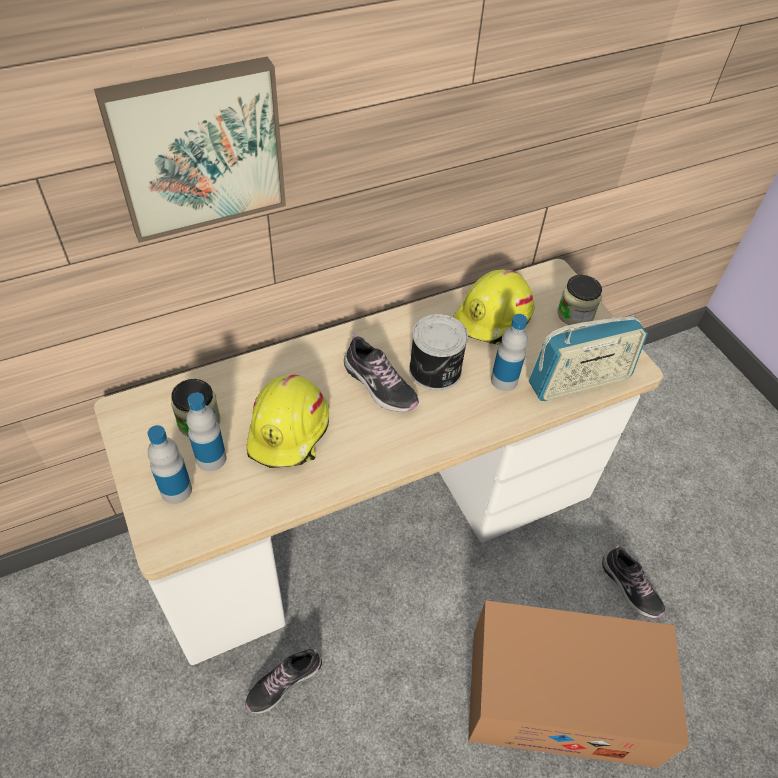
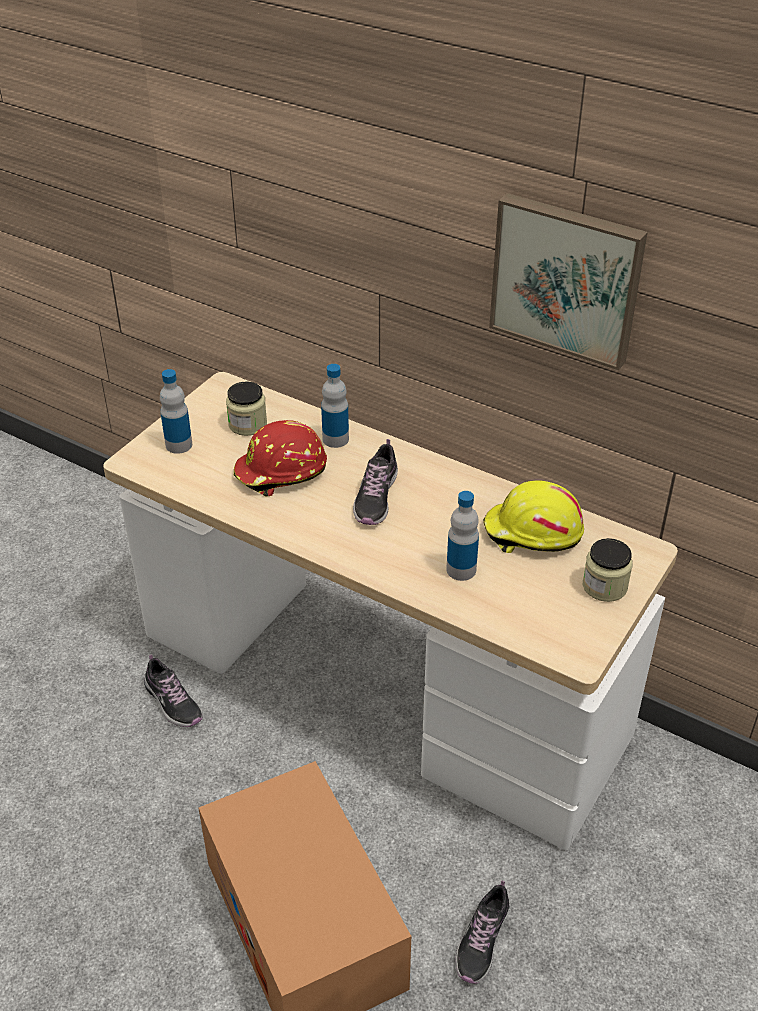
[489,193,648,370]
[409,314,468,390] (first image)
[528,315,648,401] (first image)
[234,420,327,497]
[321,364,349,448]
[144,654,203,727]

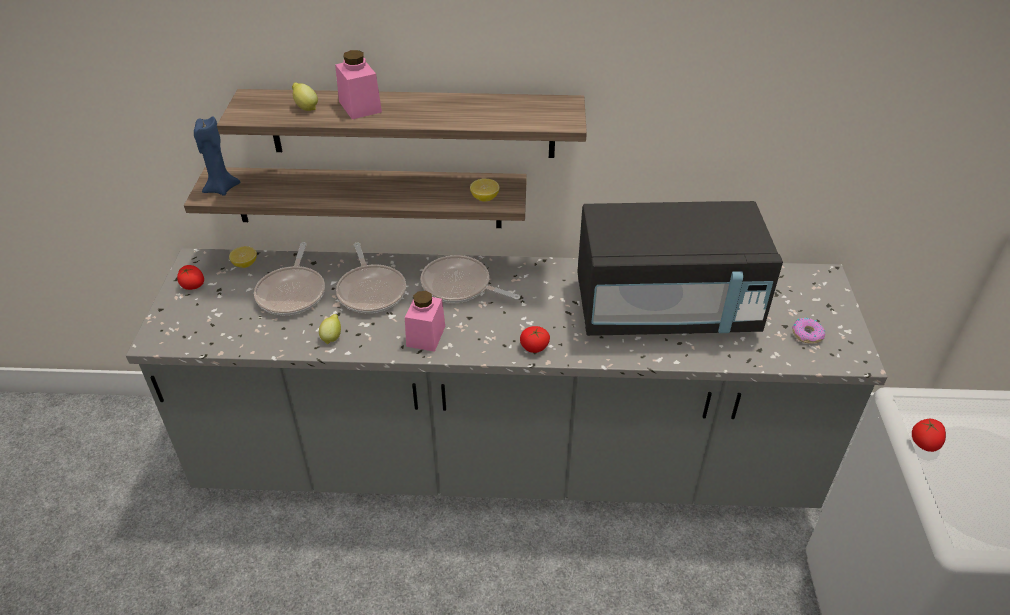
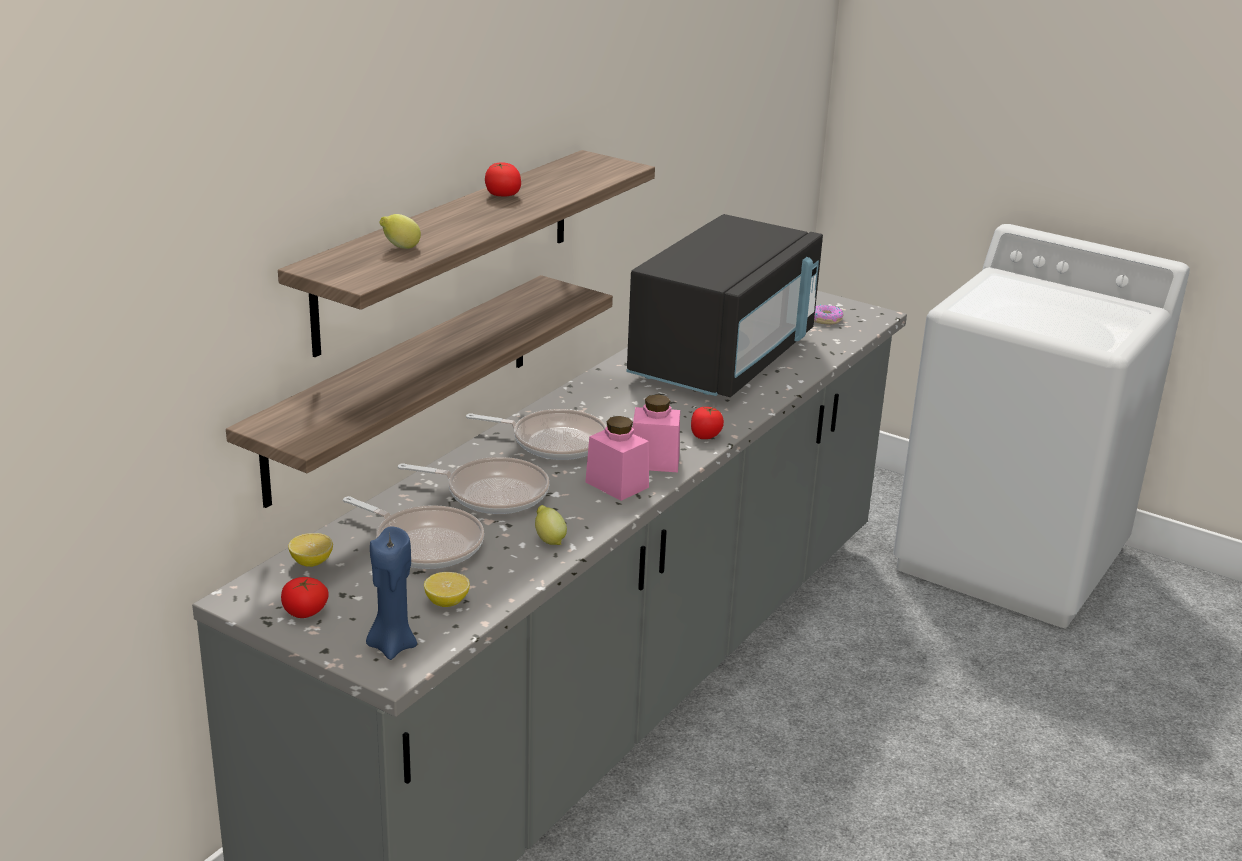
[633,394,680,472]
[366,527,417,660]
[424,572,470,607]
[466,409,607,460]
[485,162,521,196]

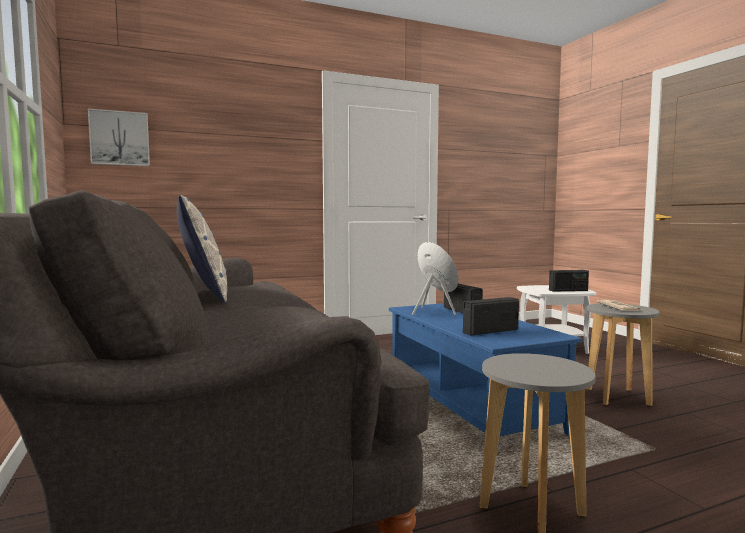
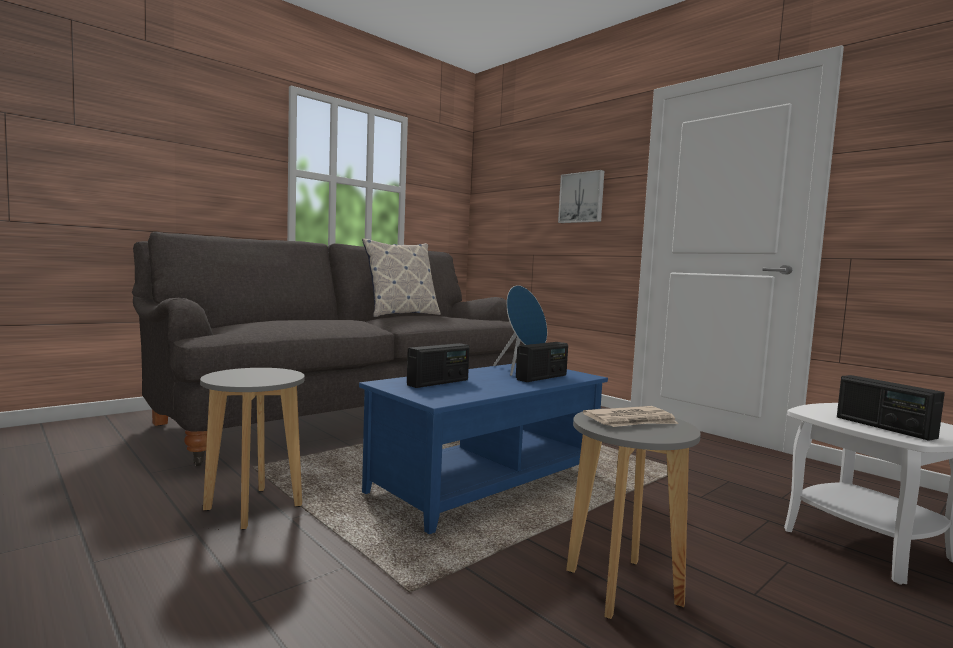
[558,170,604,223]
[407,343,469,388]

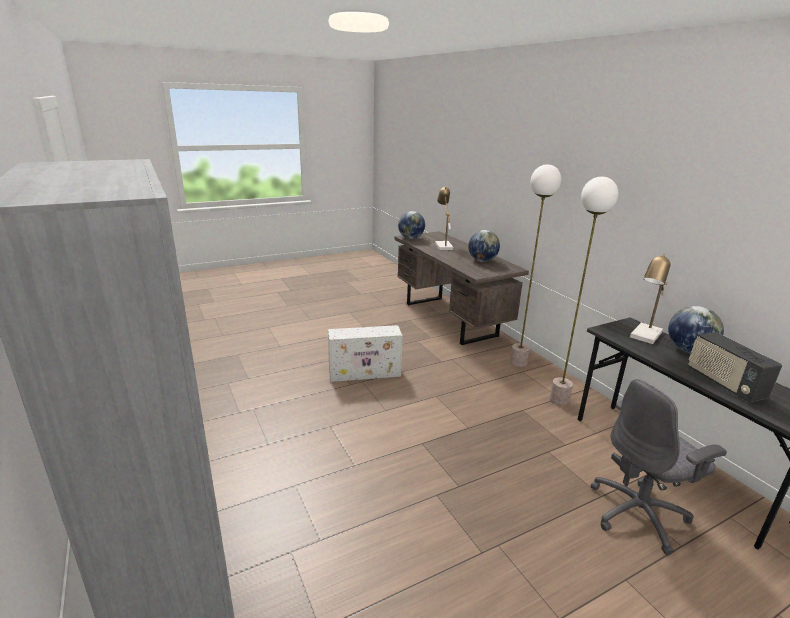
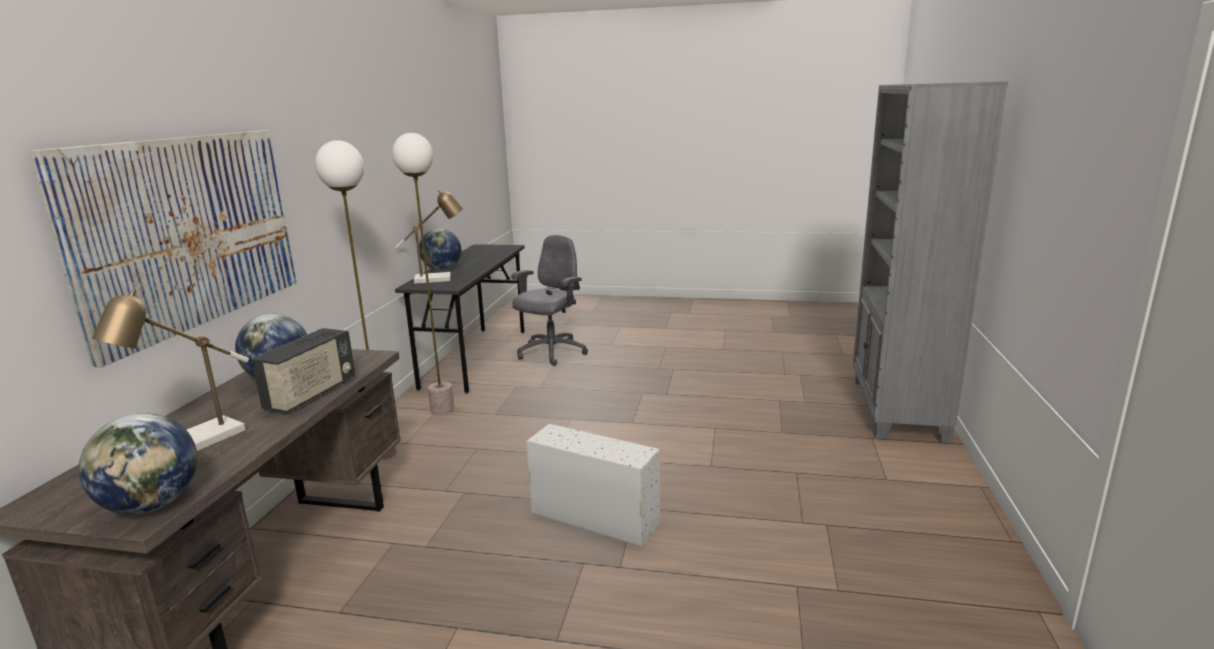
[251,328,355,413]
[511,235,588,366]
[29,130,297,368]

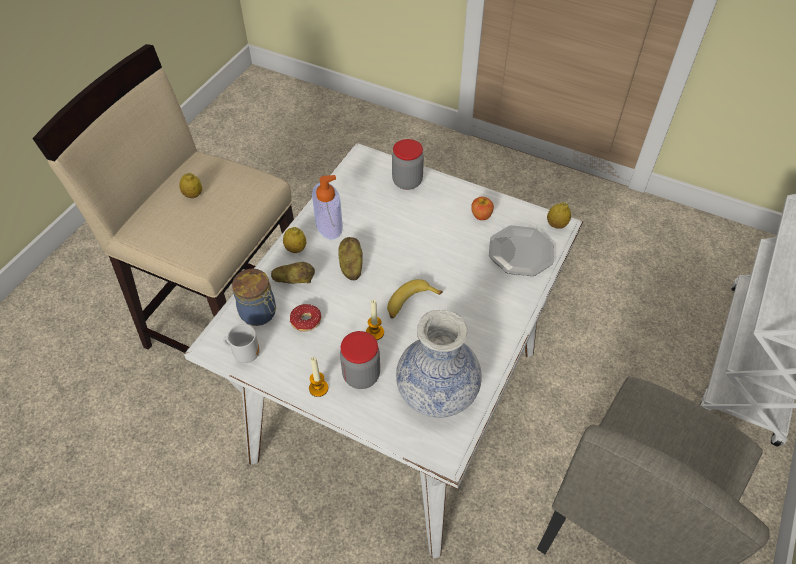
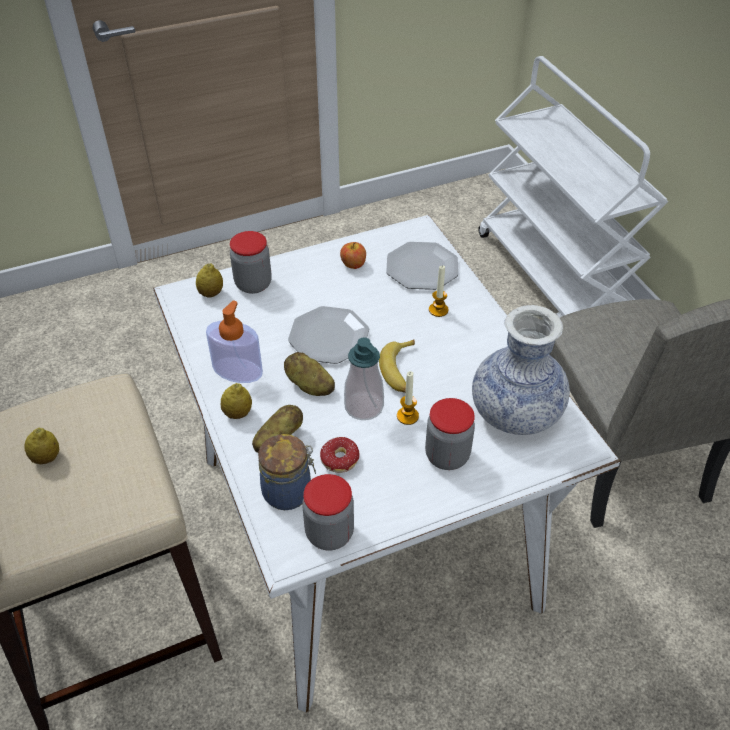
[196,263,223,298]
[302,474,354,551]
[429,265,449,317]
[288,306,369,364]
[344,337,384,420]

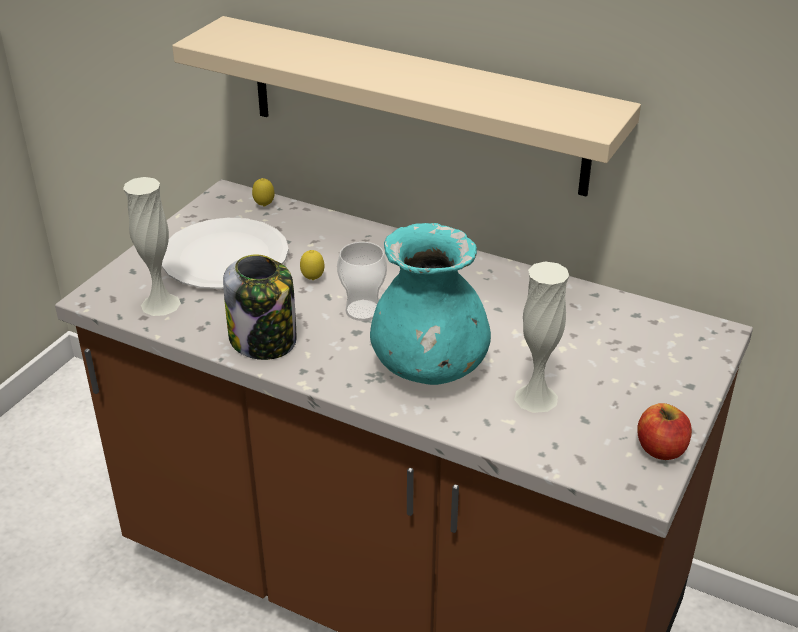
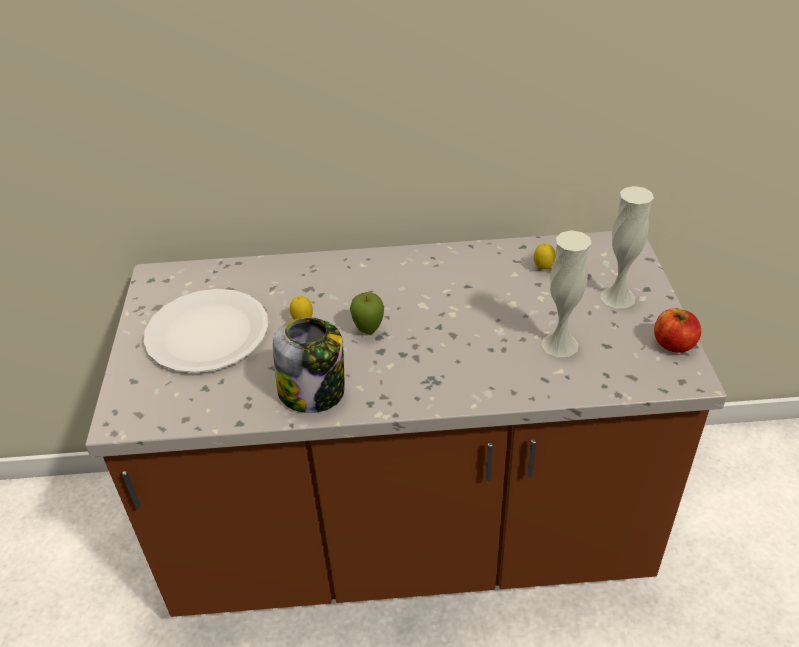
[172,16,641,197] (first image)
[601,186,654,308]
[534,243,555,269]
[370,223,491,385] (first image)
[350,292,384,335]

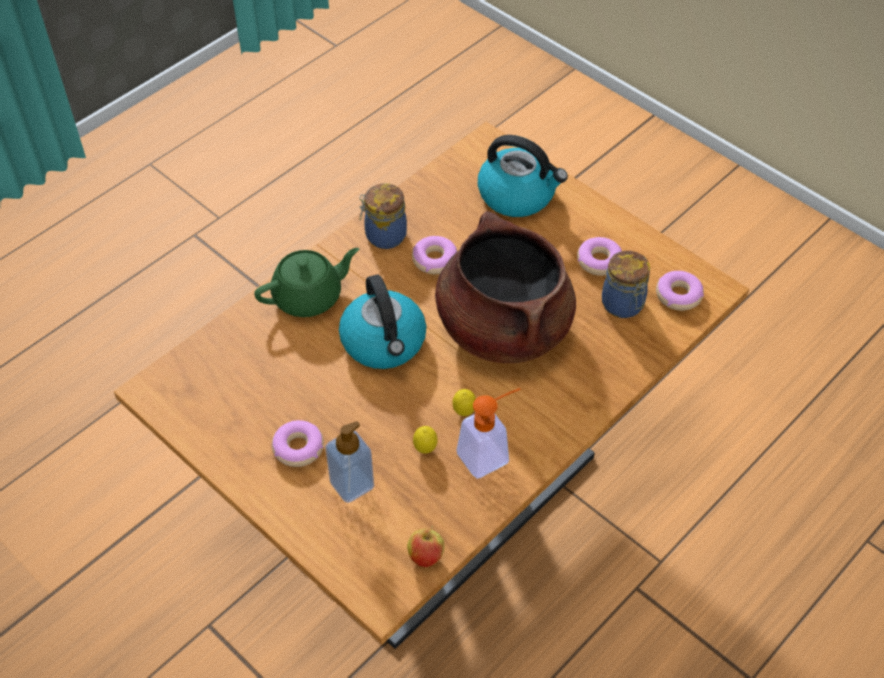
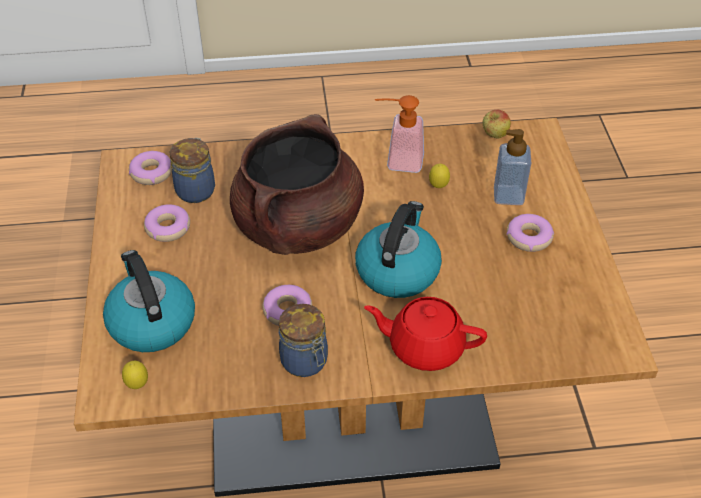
[364,297,487,371]
[122,361,148,389]

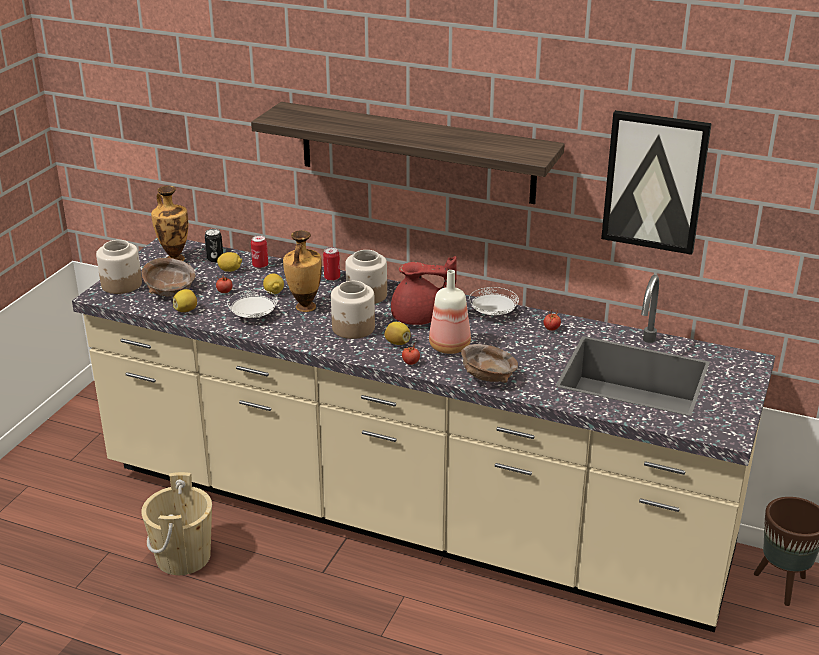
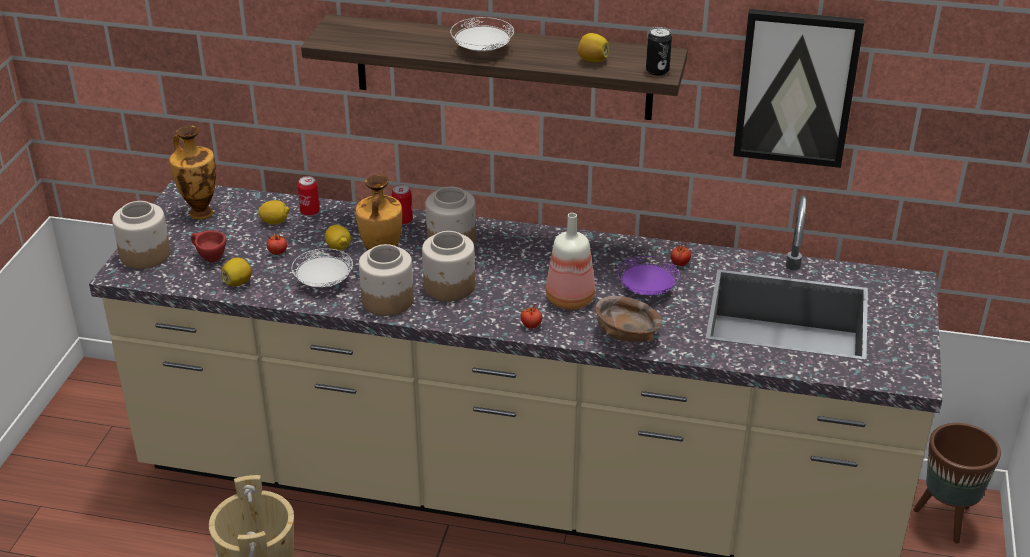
[646,27,672,76]
[391,256,457,325] (first image)
[191,231,226,262]
[450,17,514,52]
[578,33,609,62]
[359,244,414,316]
[618,256,679,295]

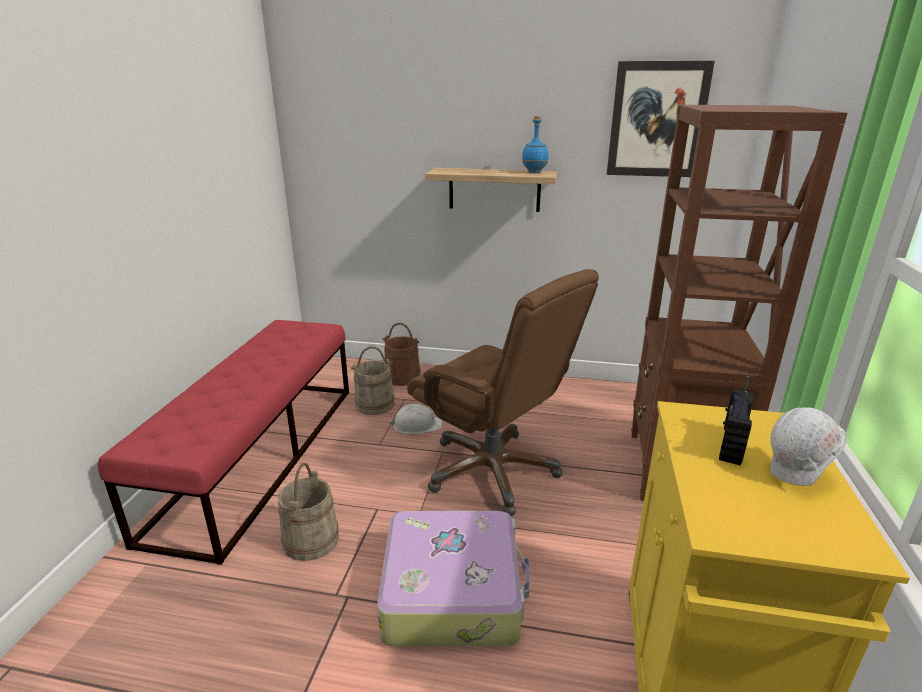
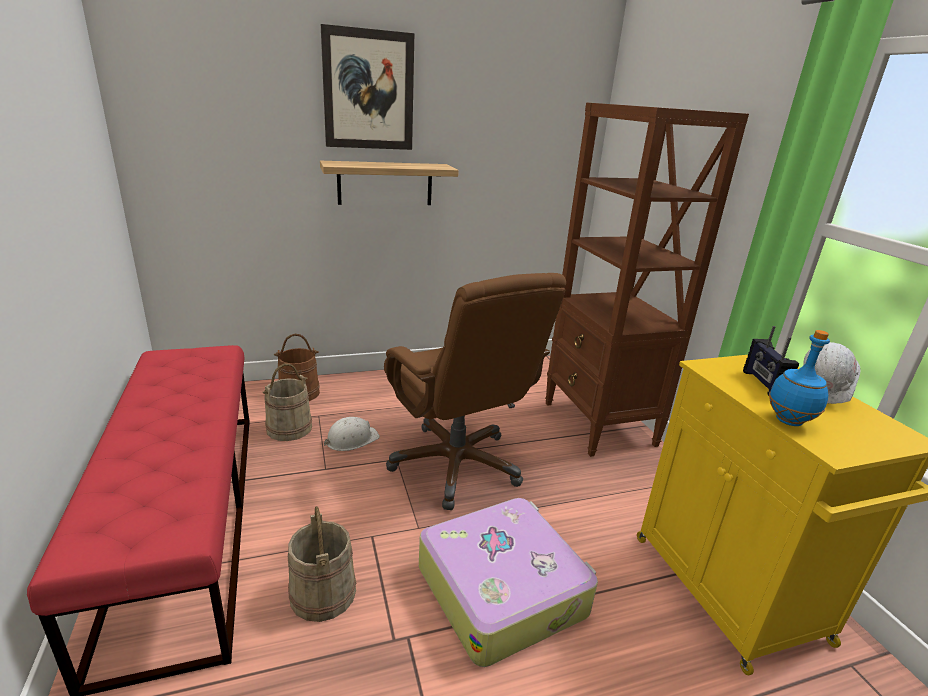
[321,24,414,150]
[769,330,830,426]
[384,273,566,510]

